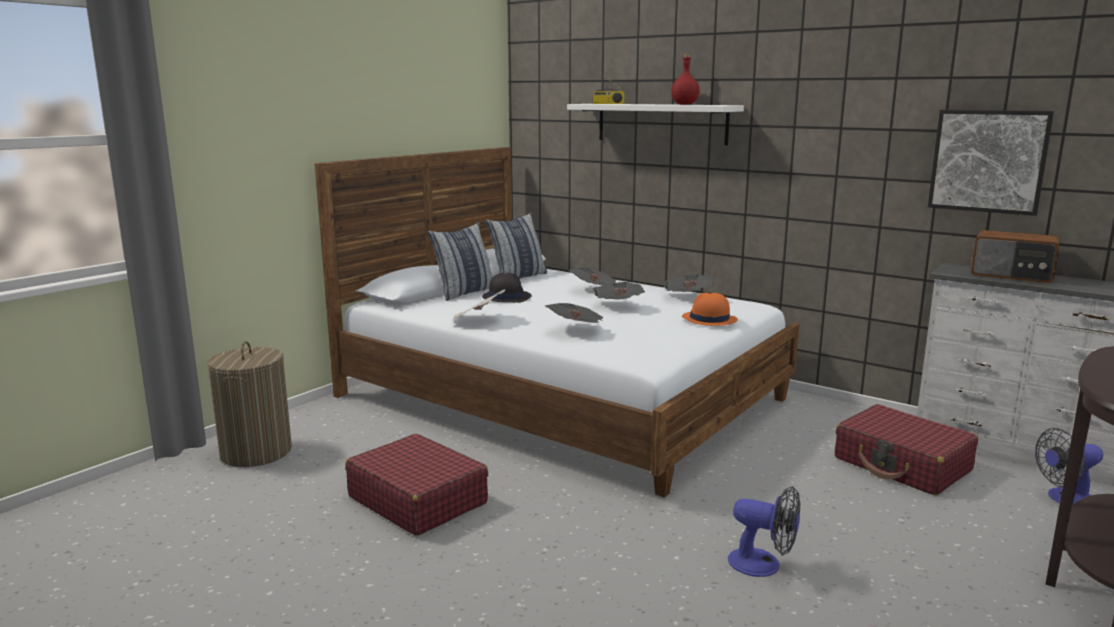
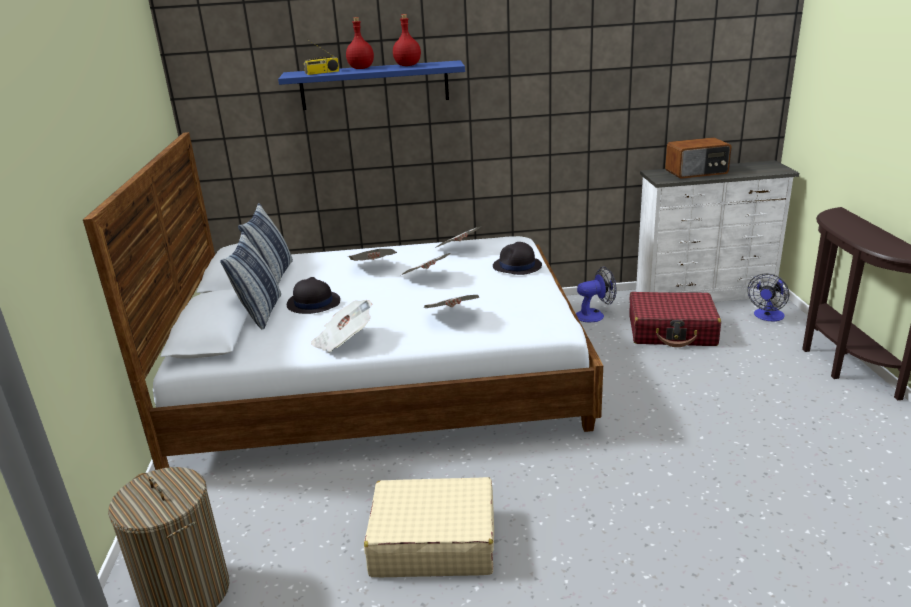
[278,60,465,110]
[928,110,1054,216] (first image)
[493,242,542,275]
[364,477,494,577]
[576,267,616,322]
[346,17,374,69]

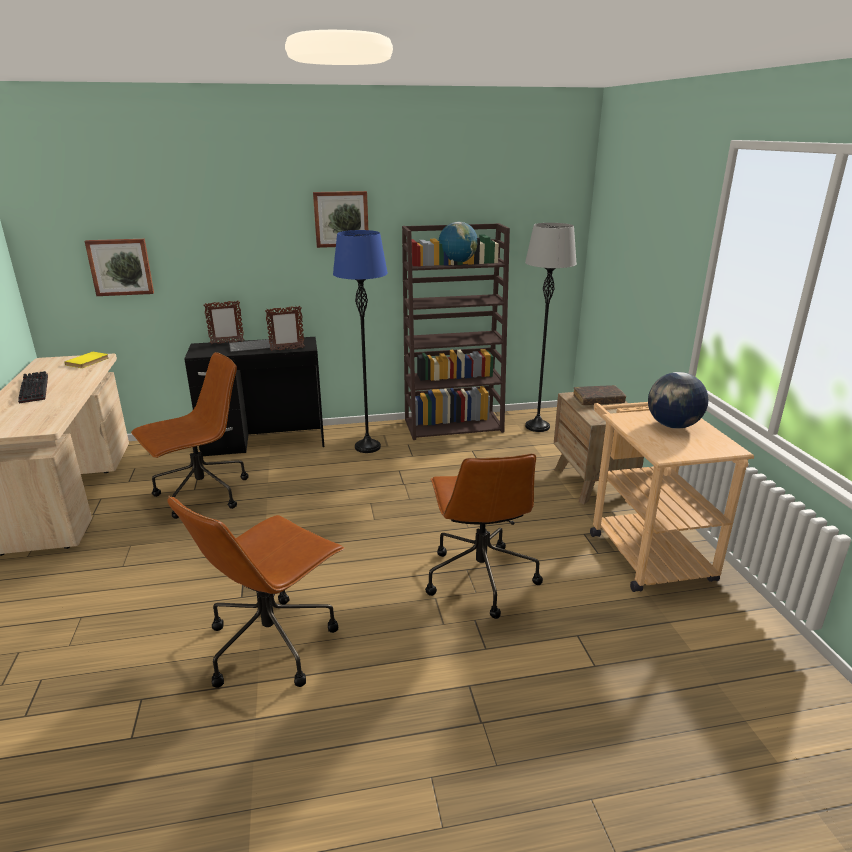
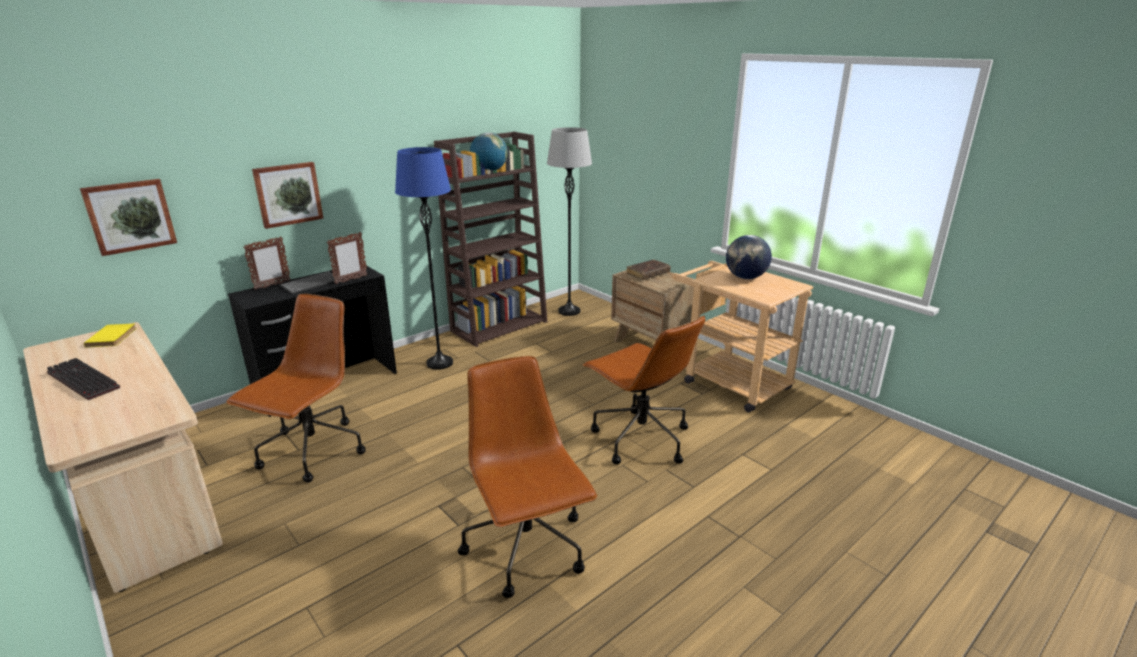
[252,162,323,229]
[458,356,597,598]

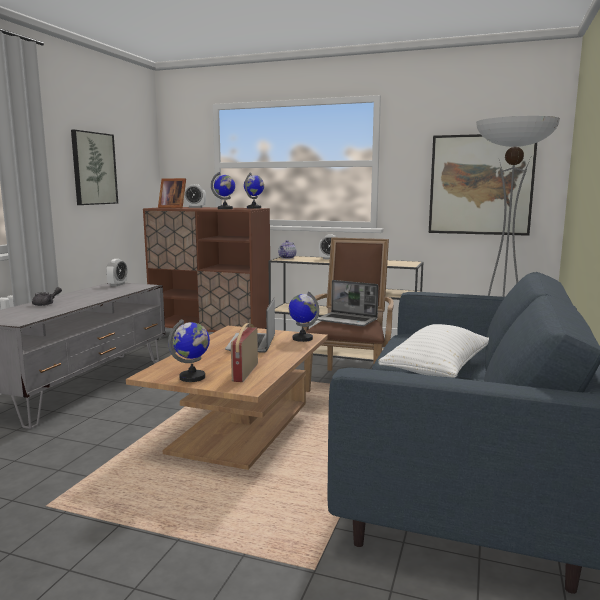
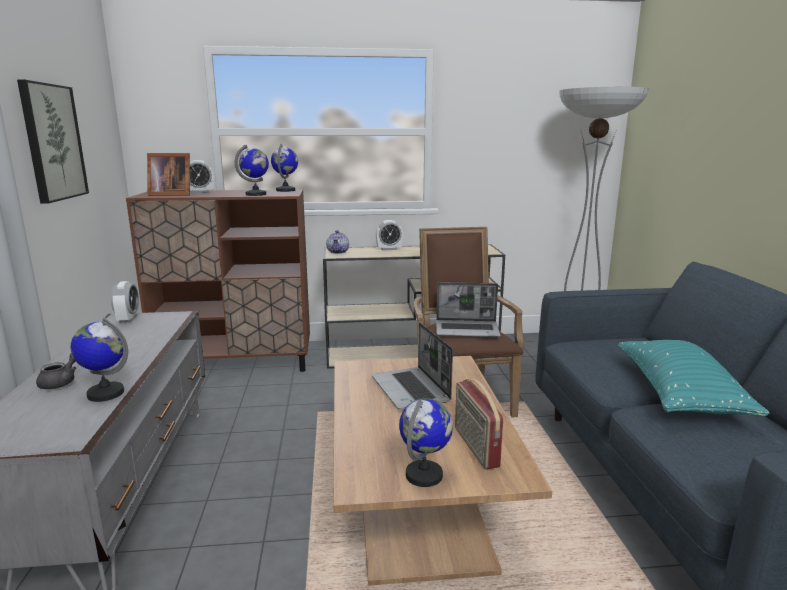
[429,134,537,236] (first image)
[70,318,128,402]
[618,340,770,416]

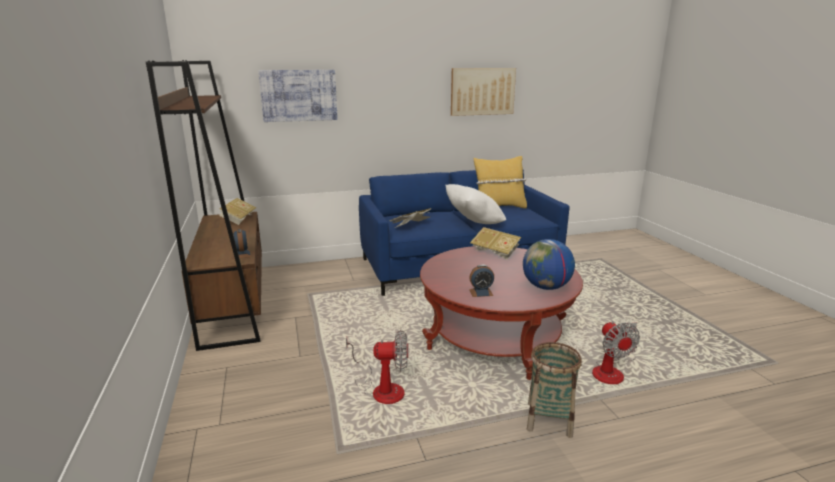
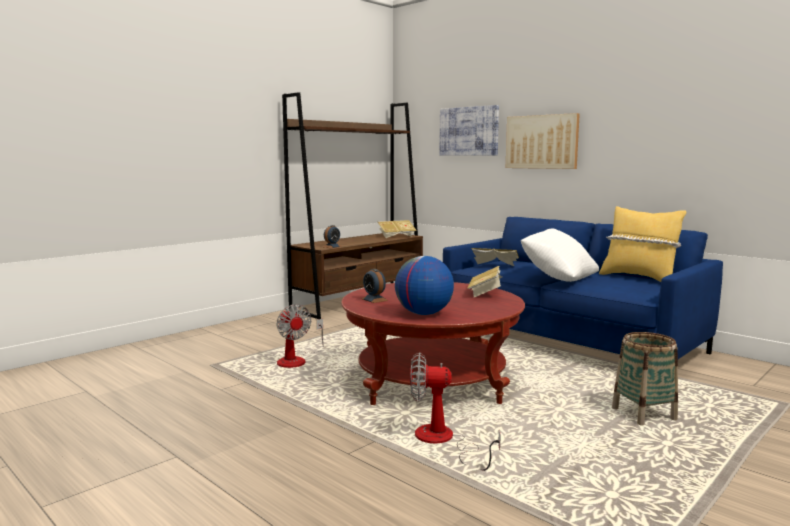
[506,113,580,169]
[410,352,501,471]
[612,332,678,425]

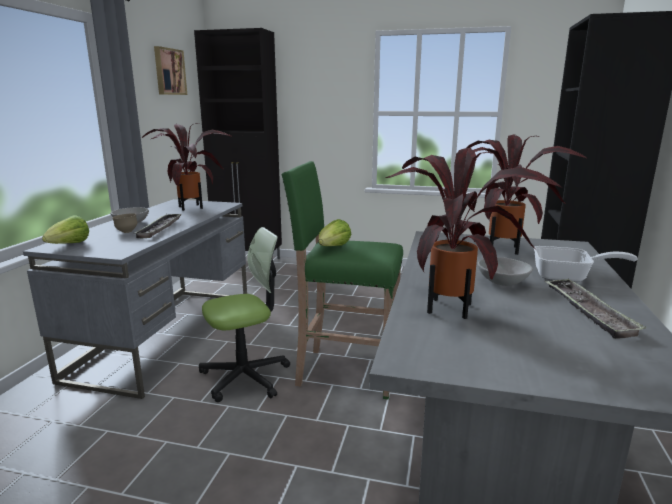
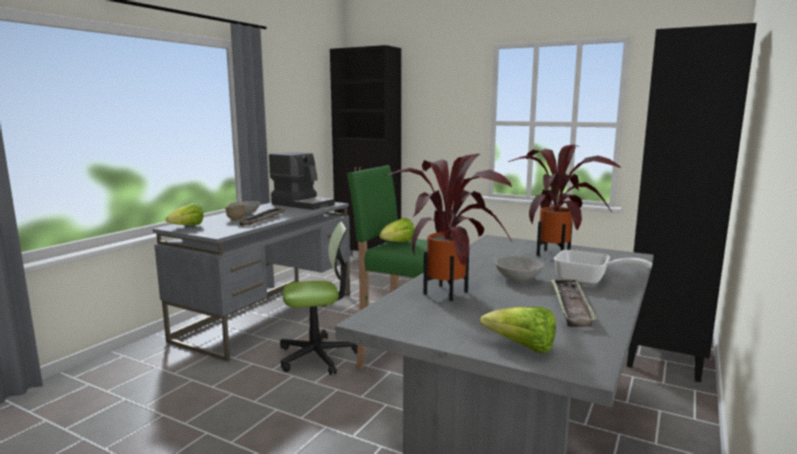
[154,46,187,95] (first image)
[269,152,335,210]
[480,307,556,354]

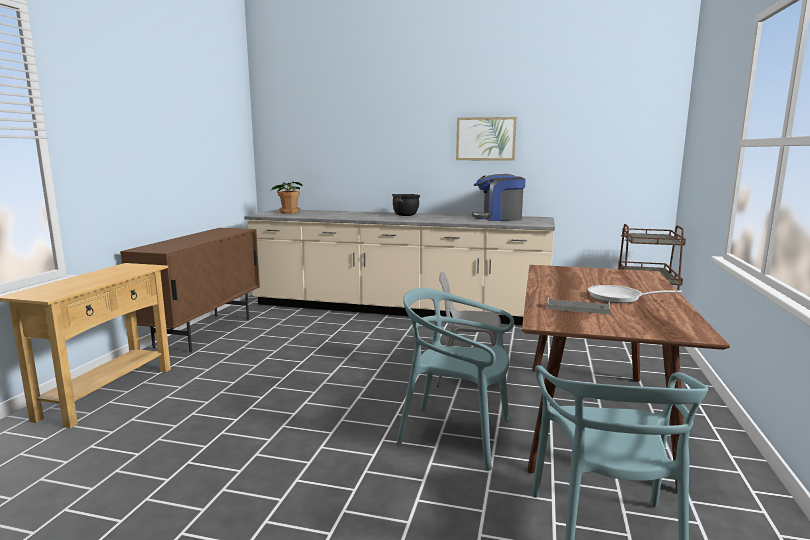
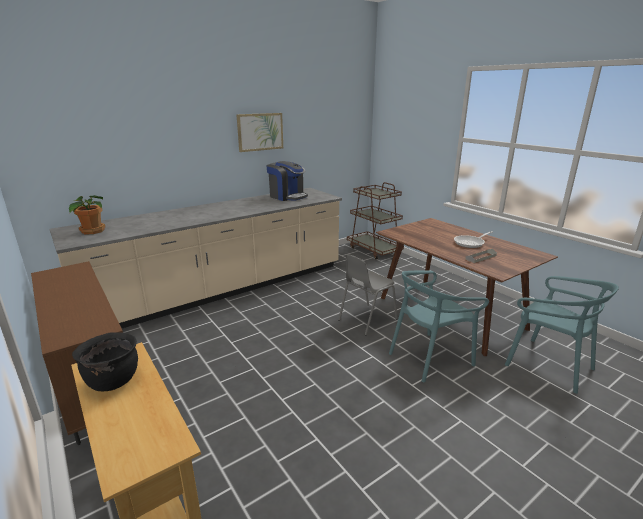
[267,161,308,201]
[72,332,138,391]

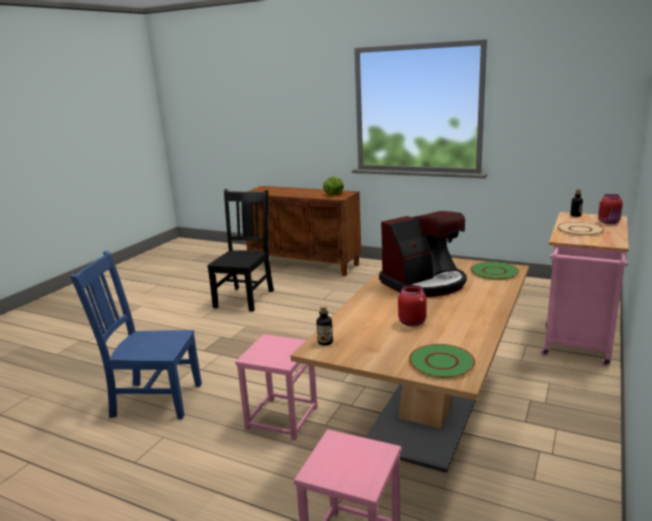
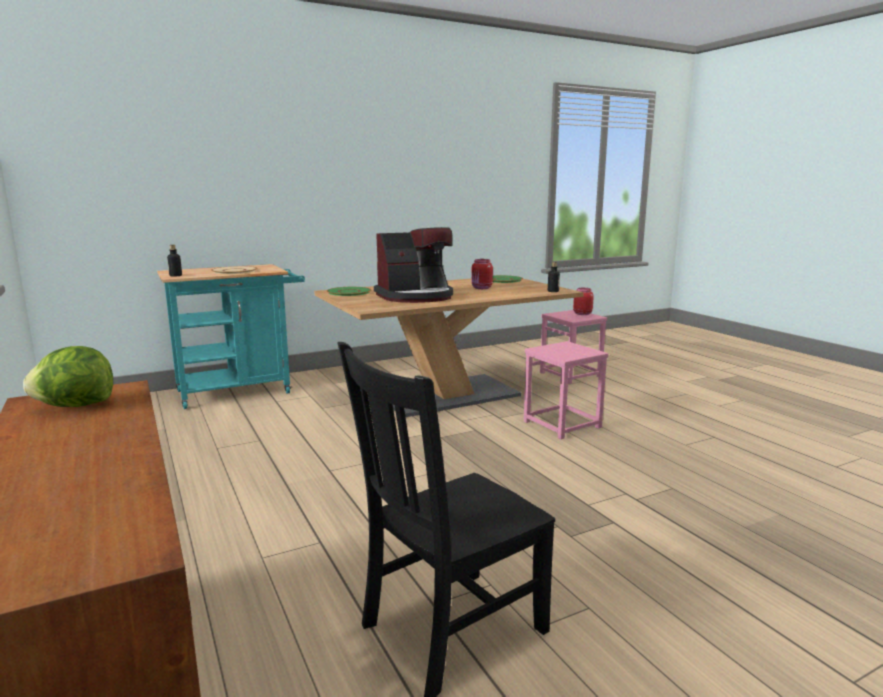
[573,288,594,315]
[374,227,453,303]
[157,264,305,409]
[70,251,202,419] (first image)

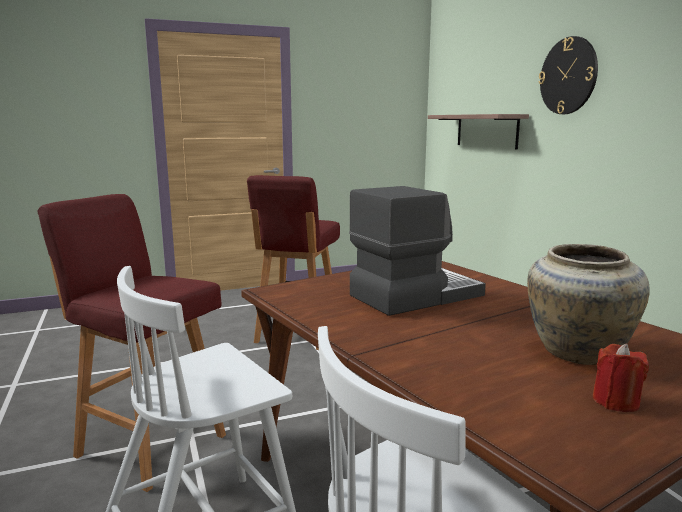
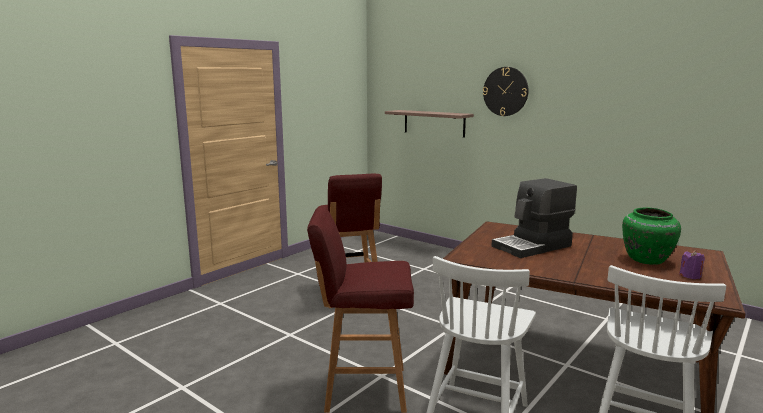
[492,178,577,258]
[622,208,681,265]
[679,250,705,279]

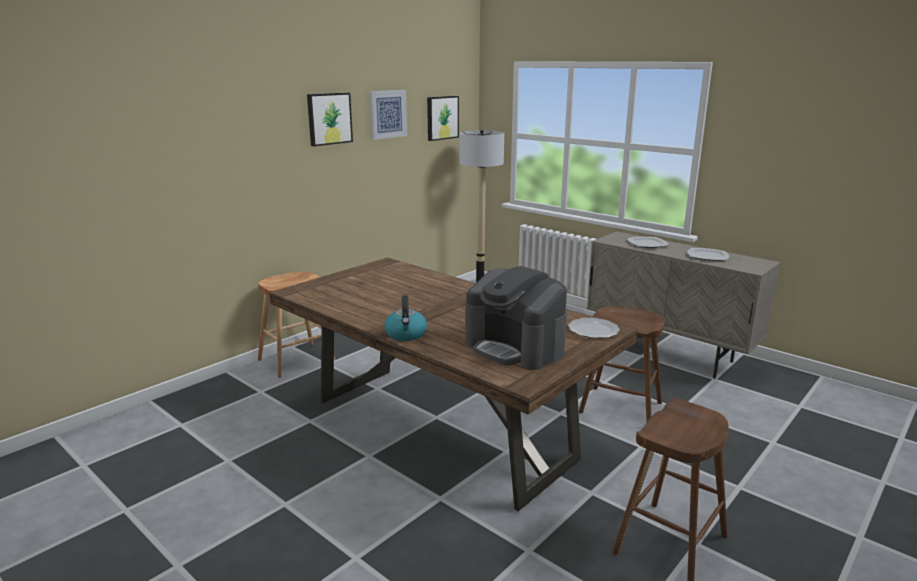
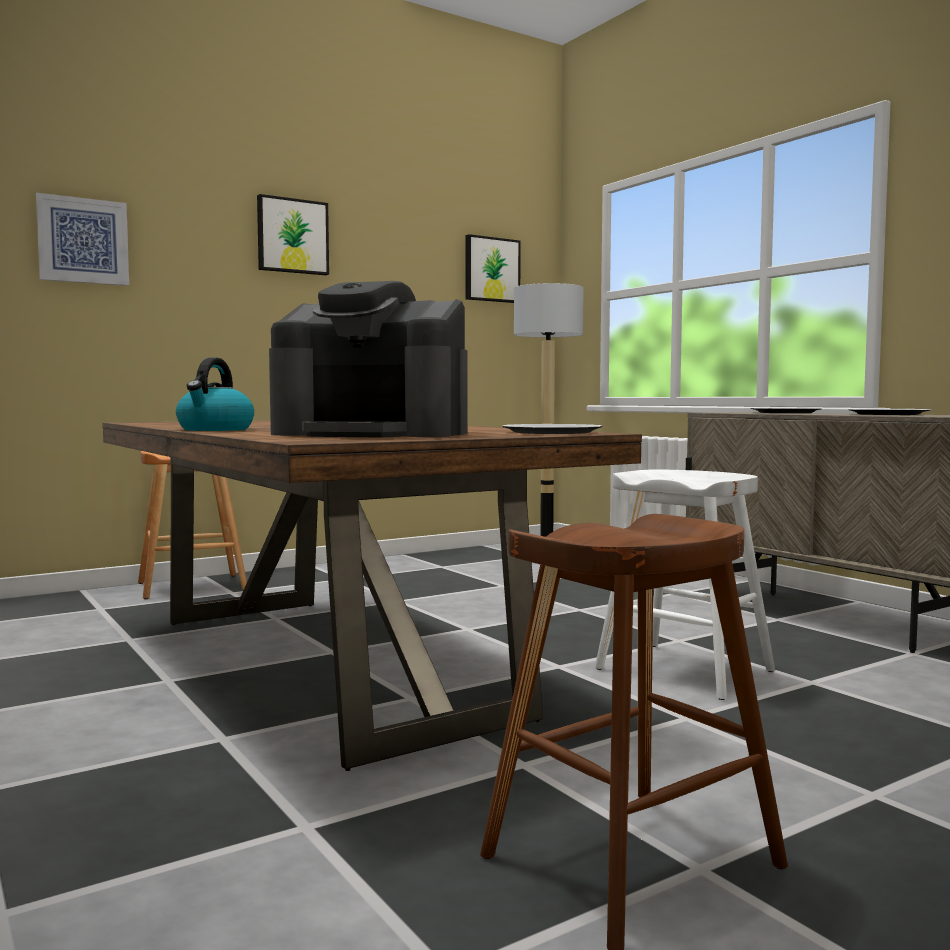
[36,193,129,286]
[269,281,467,437]
[595,469,775,700]

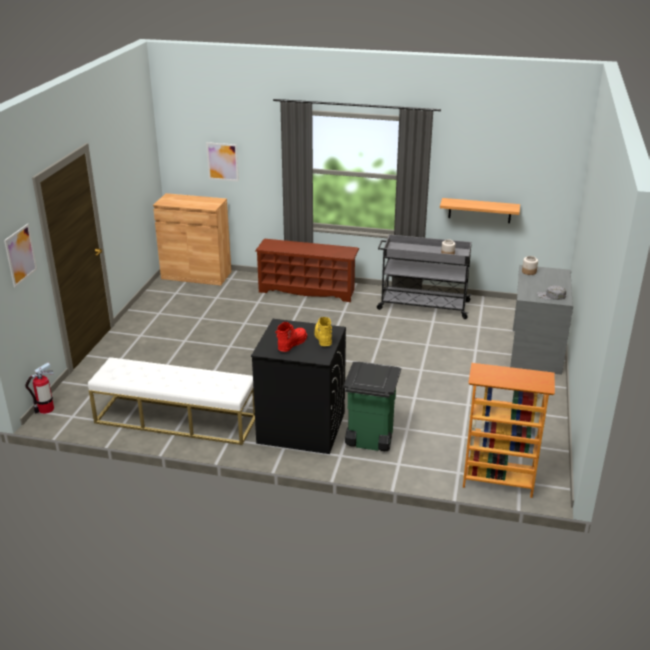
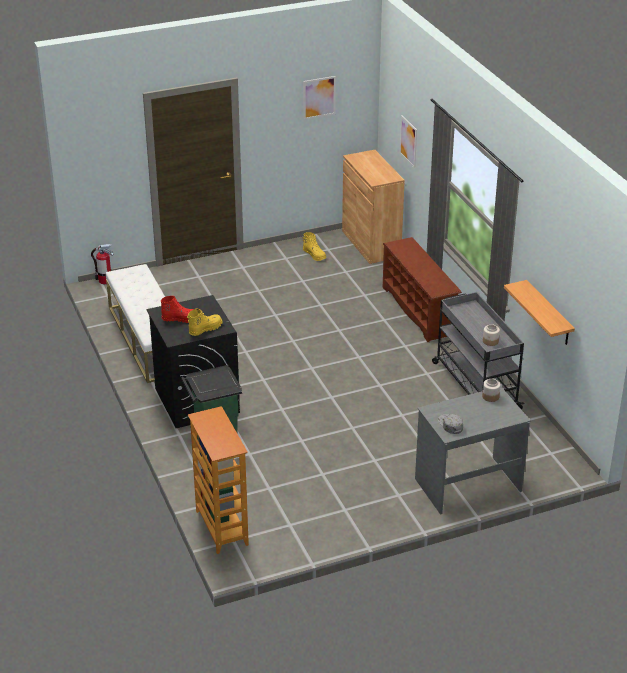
[303,76,336,120]
[303,232,326,261]

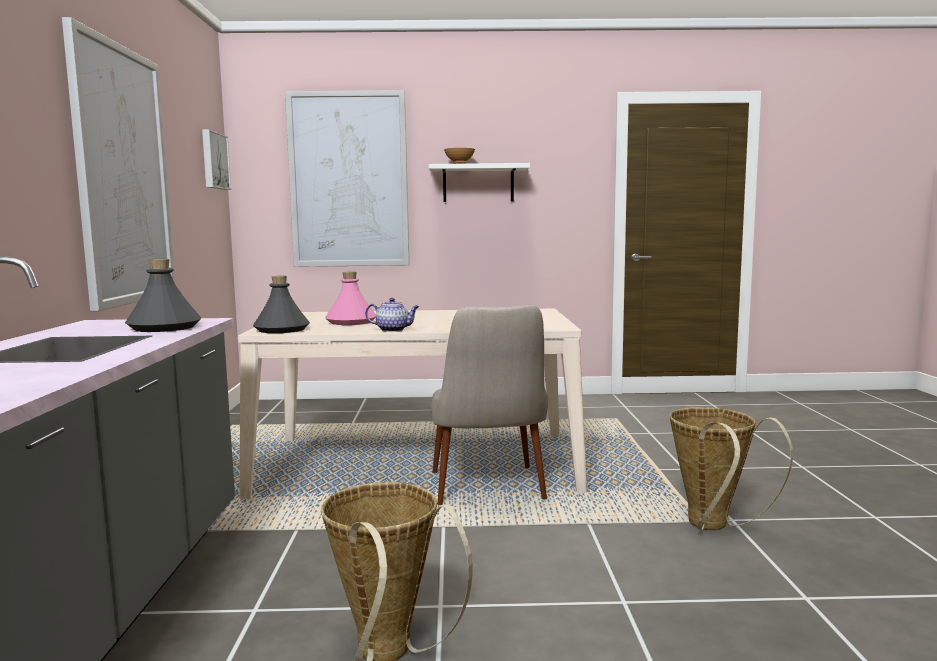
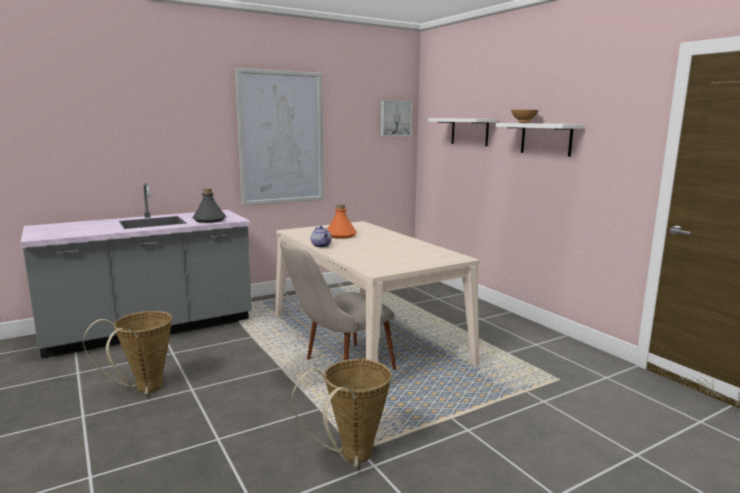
[428,118,496,146]
[327,204,357,239]
[253,276,310,333] (first image)

